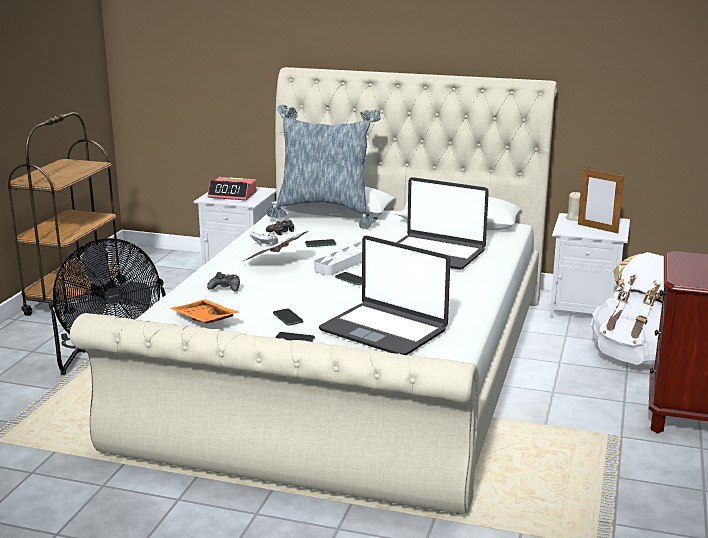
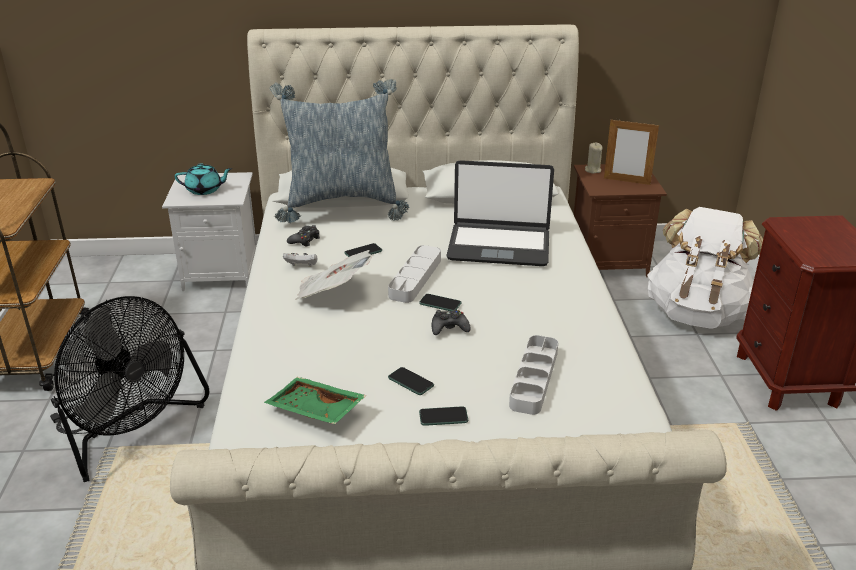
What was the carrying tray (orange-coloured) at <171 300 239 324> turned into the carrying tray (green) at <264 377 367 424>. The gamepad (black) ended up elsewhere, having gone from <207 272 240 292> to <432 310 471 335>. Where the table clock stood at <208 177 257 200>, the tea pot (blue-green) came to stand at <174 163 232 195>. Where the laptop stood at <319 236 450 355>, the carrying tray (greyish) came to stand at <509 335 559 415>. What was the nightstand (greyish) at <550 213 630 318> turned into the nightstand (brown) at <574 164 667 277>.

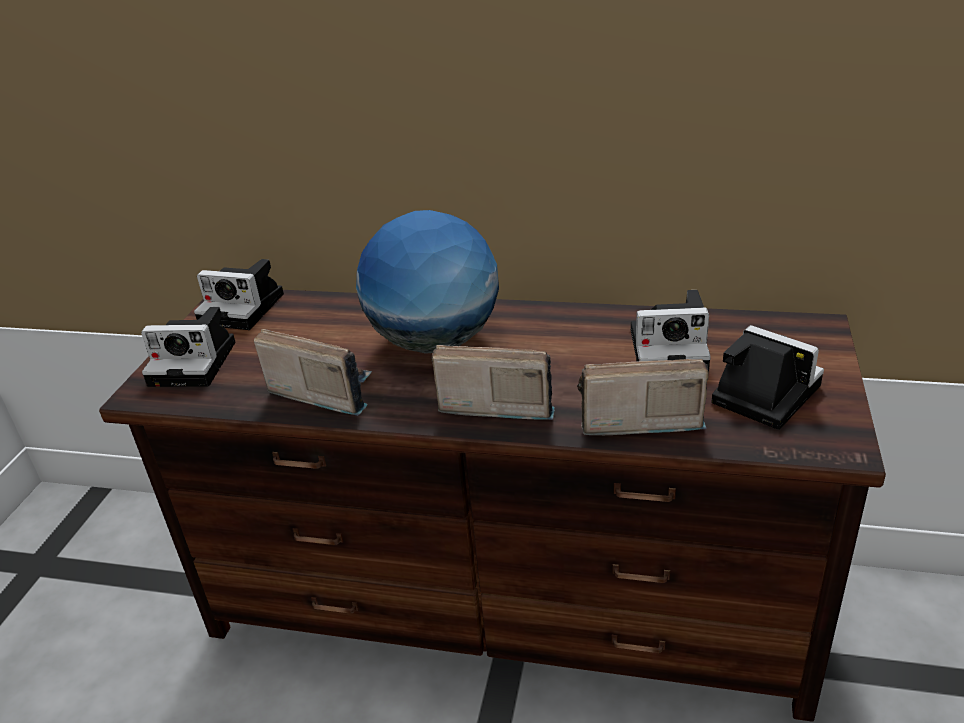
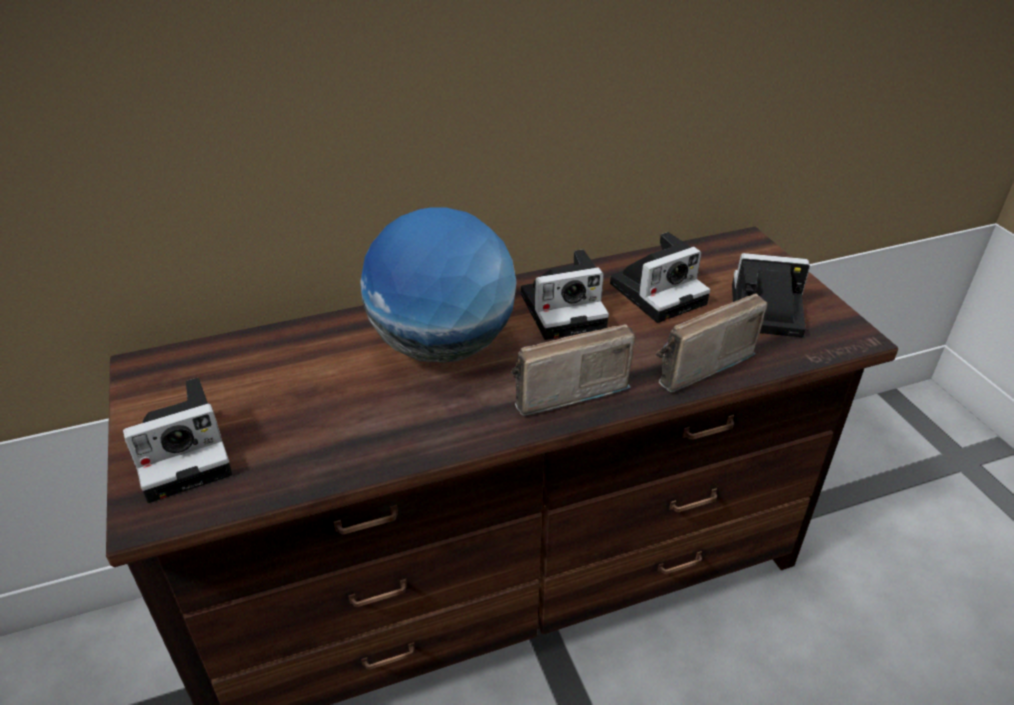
The still camera ended up elsewhere, having gone from <194 259 284 330> to <521 250 609 340>. The second view lost the radio set at <254 329 372 416>.

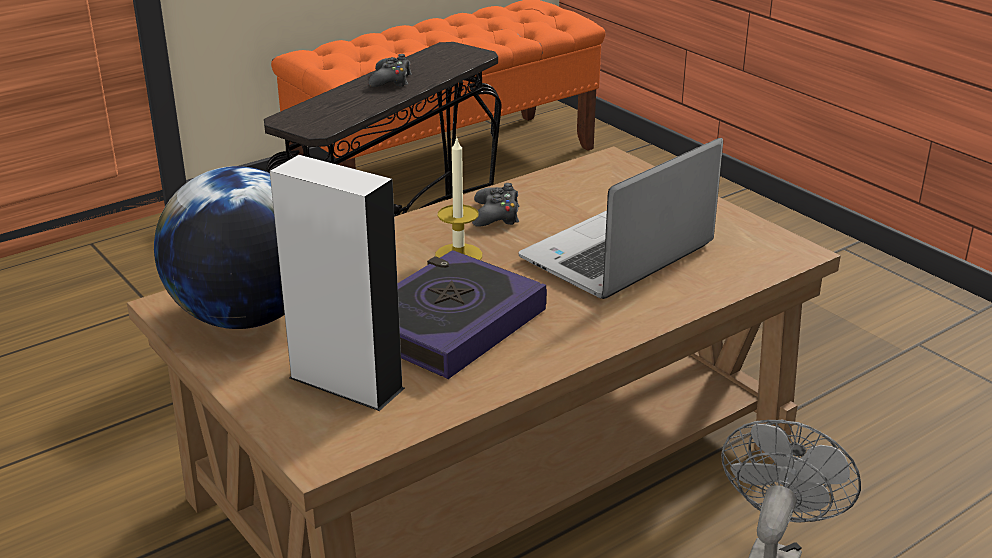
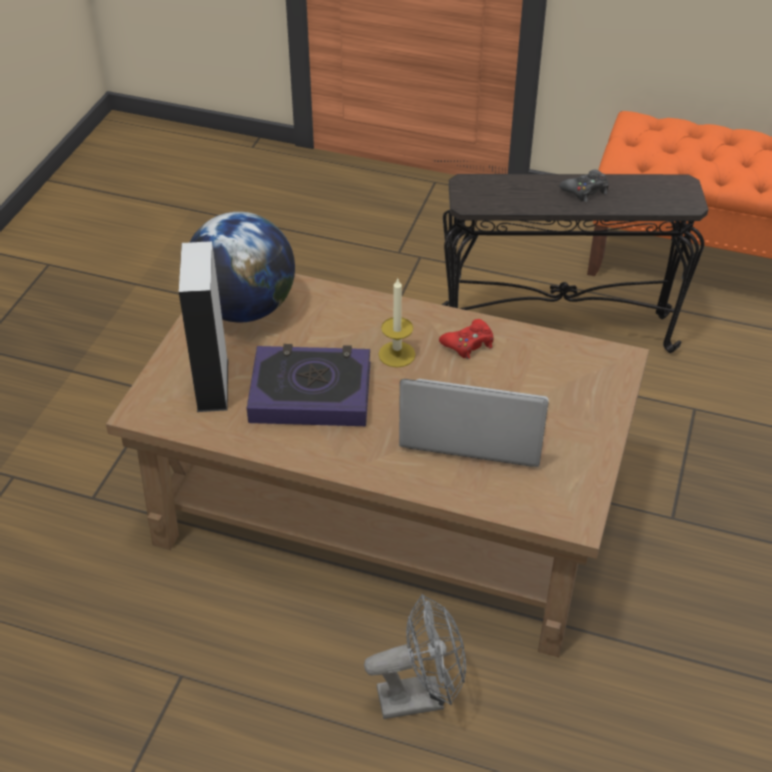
What was the gamepad (black) at <472 183 519 227> turned into the gamepad (red-coloured) at <439 319 494 359>.

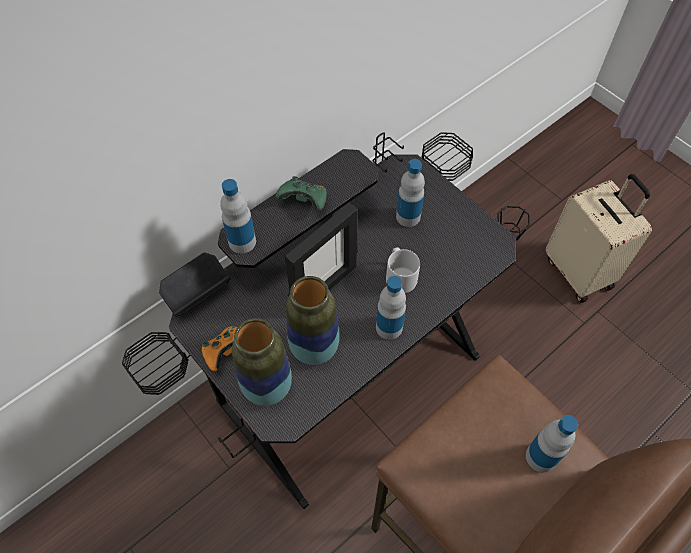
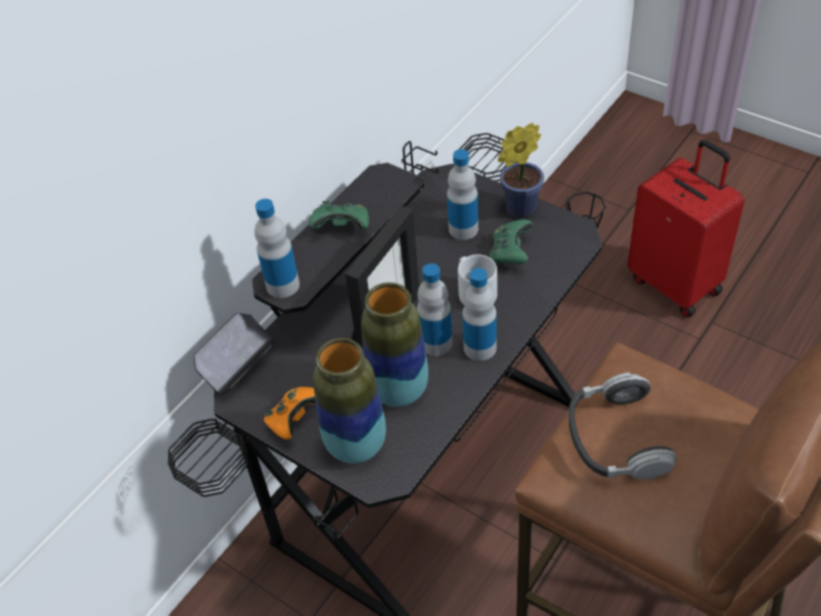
The bottle ended up elsewhere, having gone from <526 415 578 473> to <417 263 453 356>. What was the piece of luggage (beige) at <546 174 652 303> turned into the piece of luggage (red-coloured) at <627 139 745 318>. The second view gained the gamepad (green) at <490 220 533 264>. The second view gained the houseplant at <498 123 544 218>. The second view gained the headphones at <569 372 677 479>.

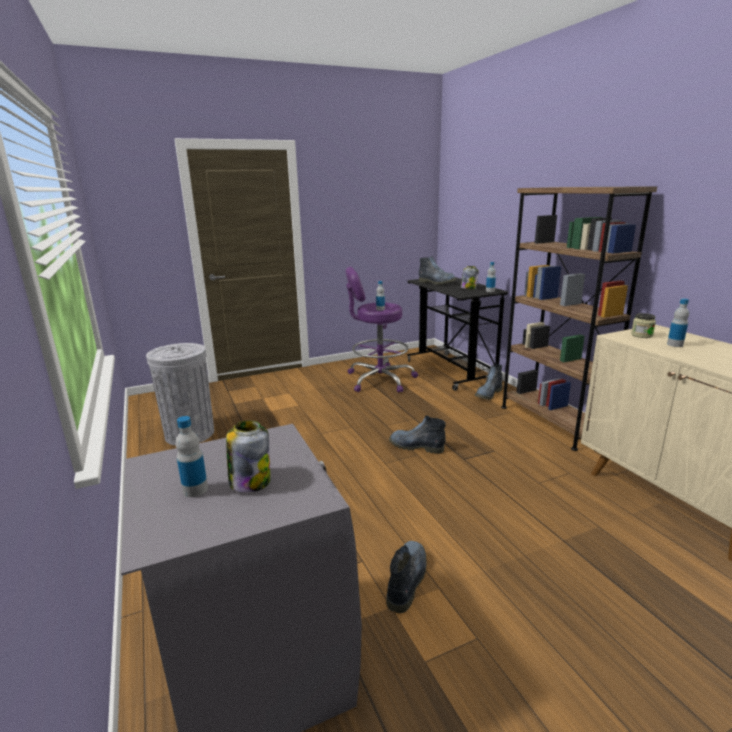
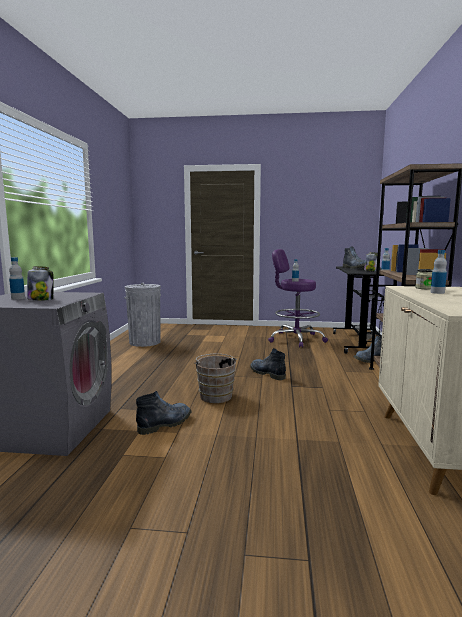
The second view gained the bucket (brown) at <194 354 237 403>.

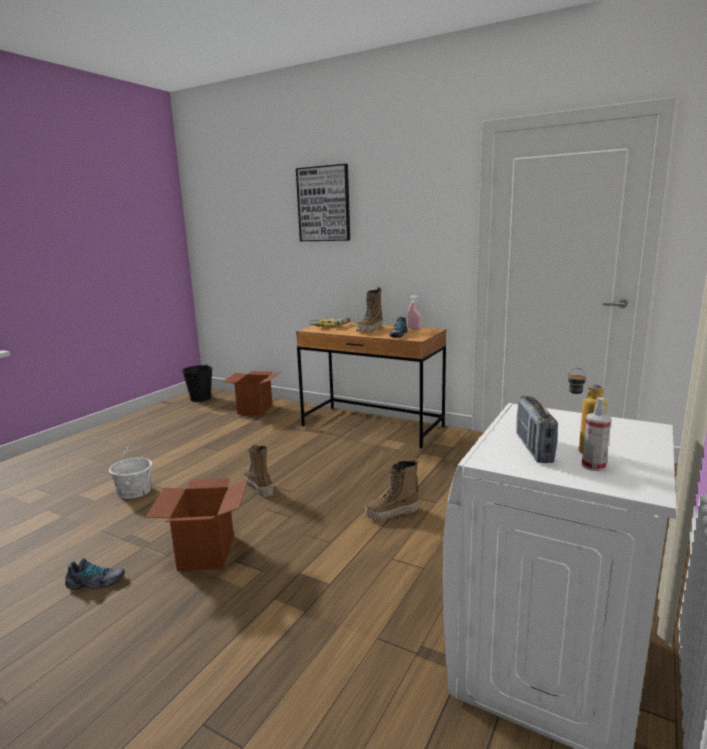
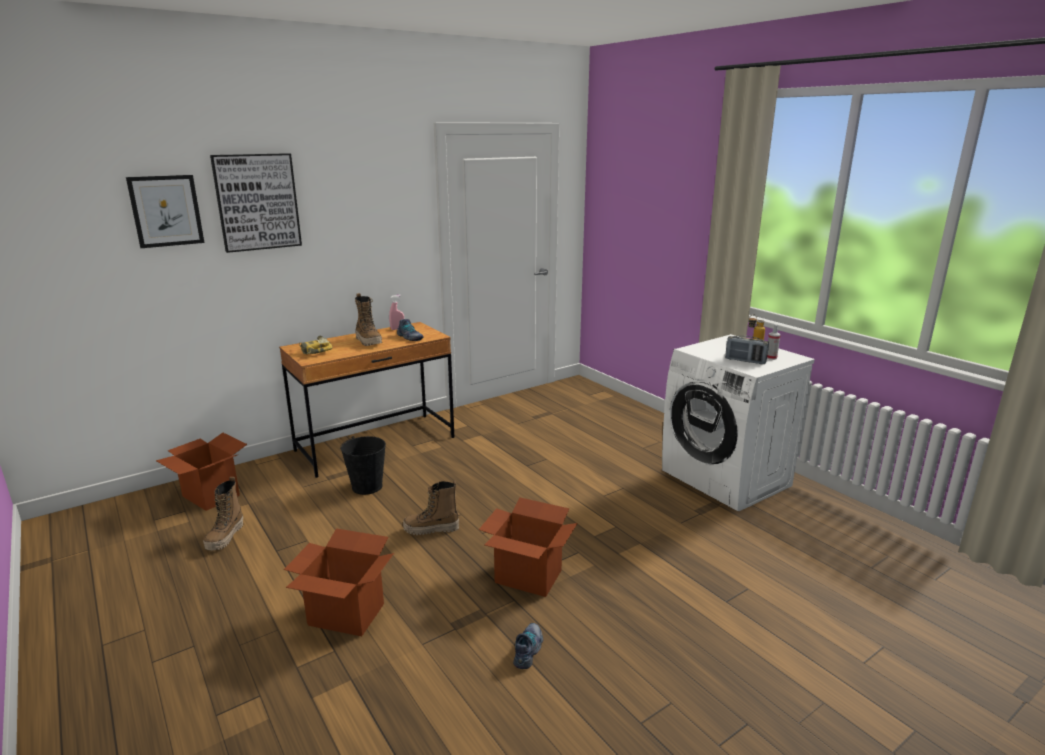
Where the bucket (whitish) stood at <109 446 152 499>, the packing box came to stand at <284 528 394 636>. The bucket (black) ended up elsewhere, having gone from <182 364 212 402> to <340 436 386 495>. The boot ended up elsewhere, having gone from <364 458 418 520> to <203 477 243 551>. The second view gained the picture at <126 175 204 248>.

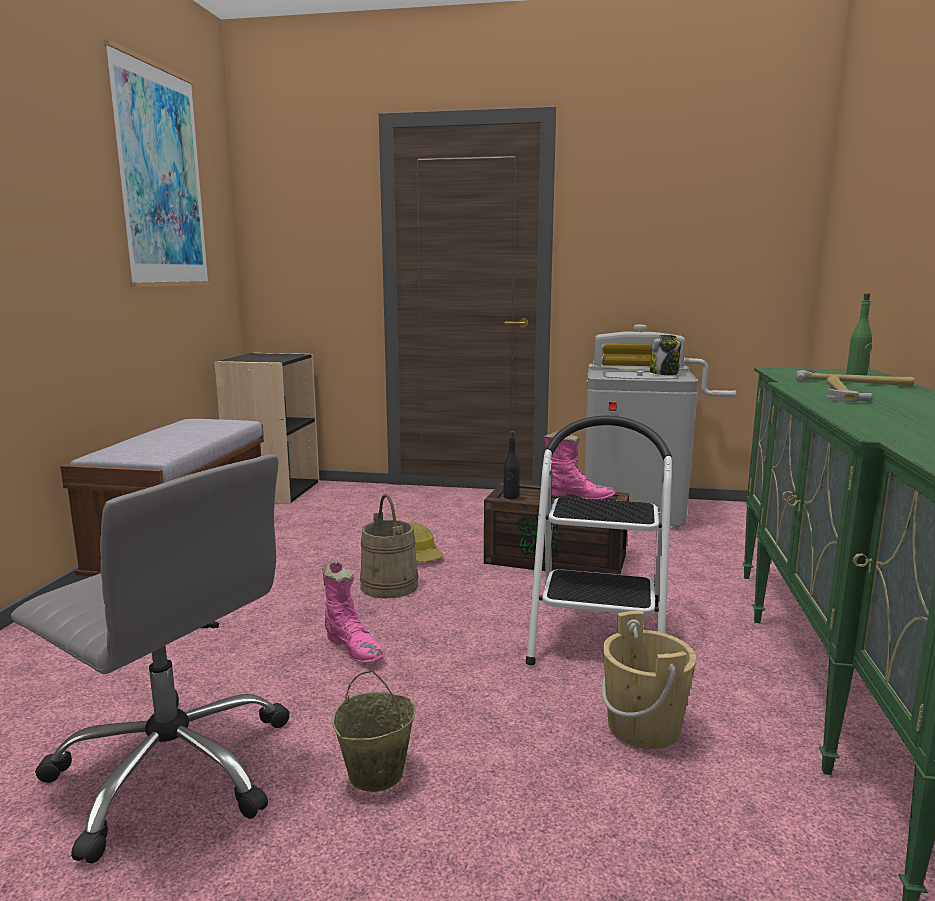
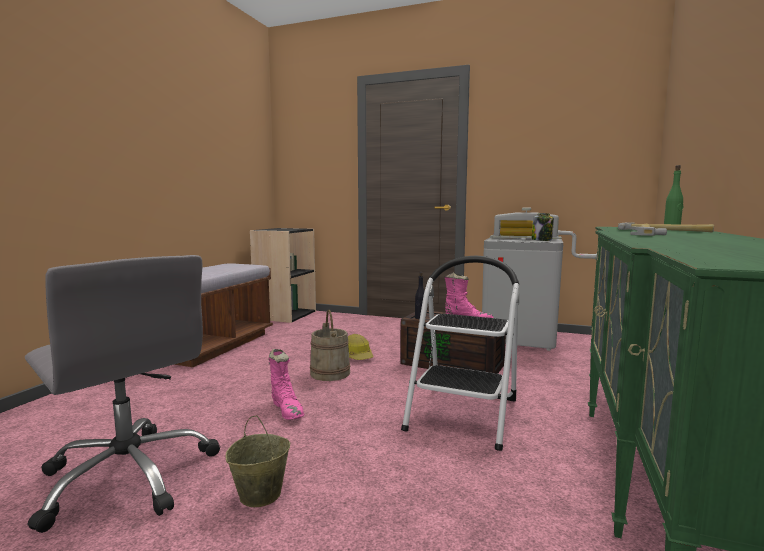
The second view lost the picture at <103 39 210 287>. The second view lost the bucket (beige) at <601 611 697 749>.

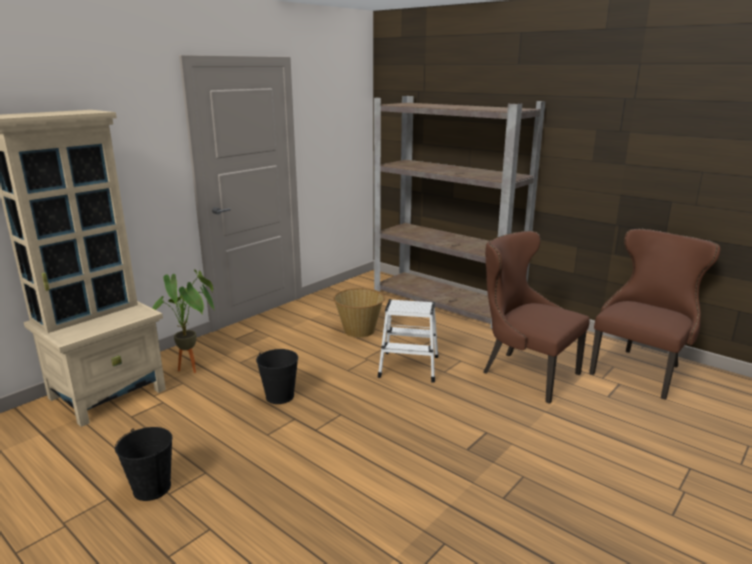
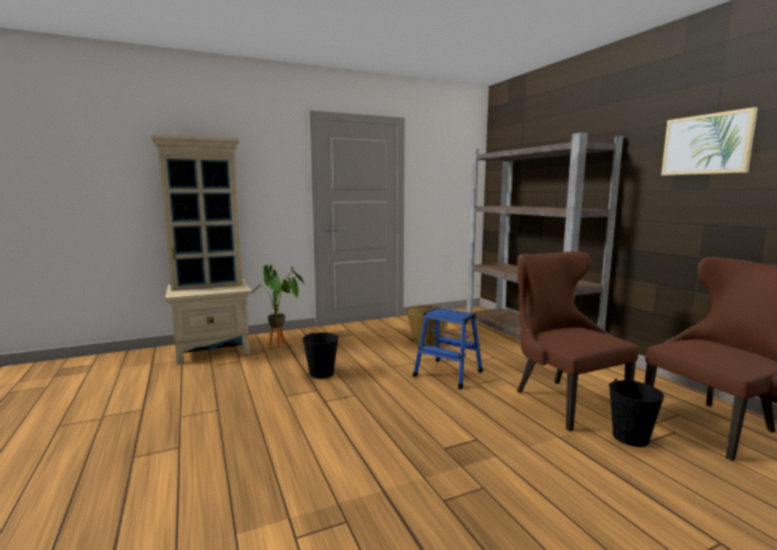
The bucket (black) ended up elsewhere, having gone from <115 427 172 501> to <609 378 664 447>. What was the step stool (whitish) at <378 299 438 383> turned into the step stool (blue-coloured) at <413 307 483 390>. The second view gained the picture at <661 107 758 176>.

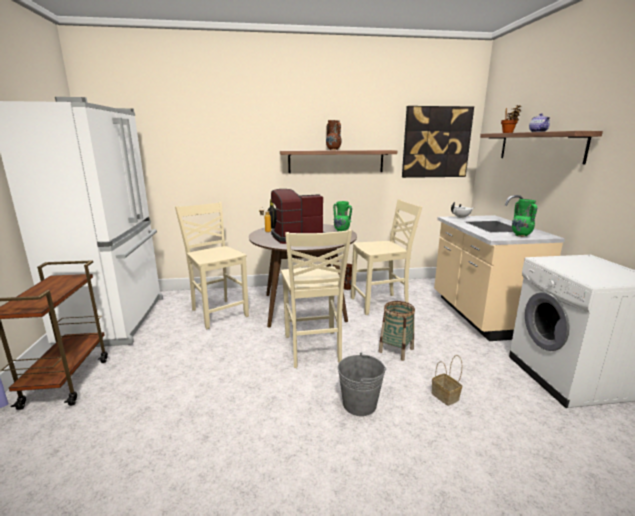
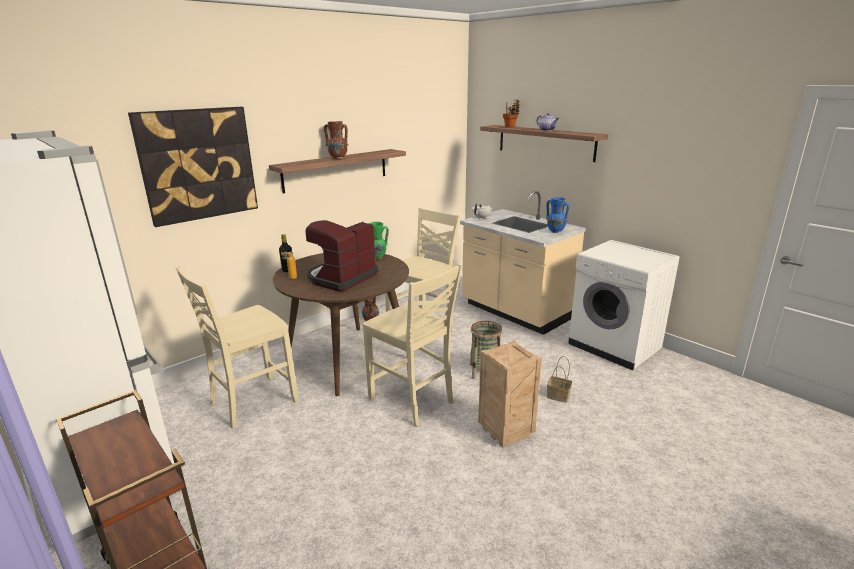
The plain chair (beige) at <175 202 249 329> ended up facing another way, 60 degrees counterclockwise from before. Where the bucket (greyish) stood at <338 353 386 416>, the crate came to stand at <478 341 542 448>. The picture ended up elsewhere, having gone from <402 106 474 178> to <128 107 258 227>. What was the flower vase (green) at <512 199 537 237> turned into the flower vase (blue-coloured) at <546 197 570 233>.

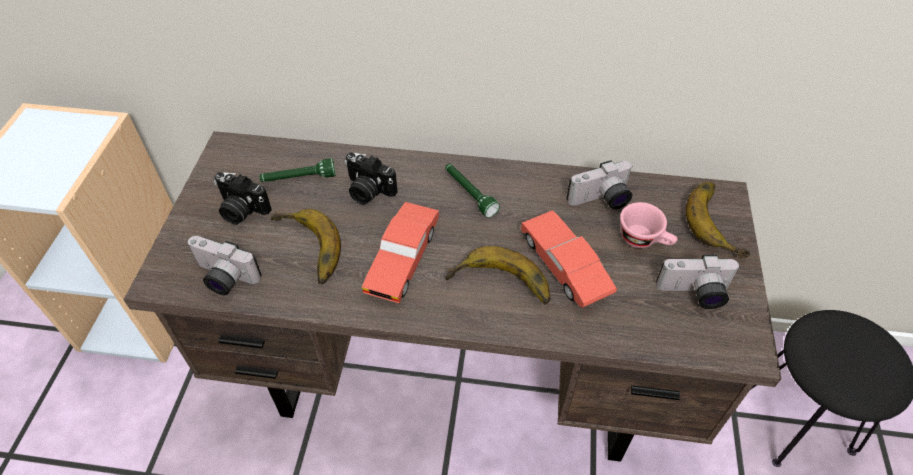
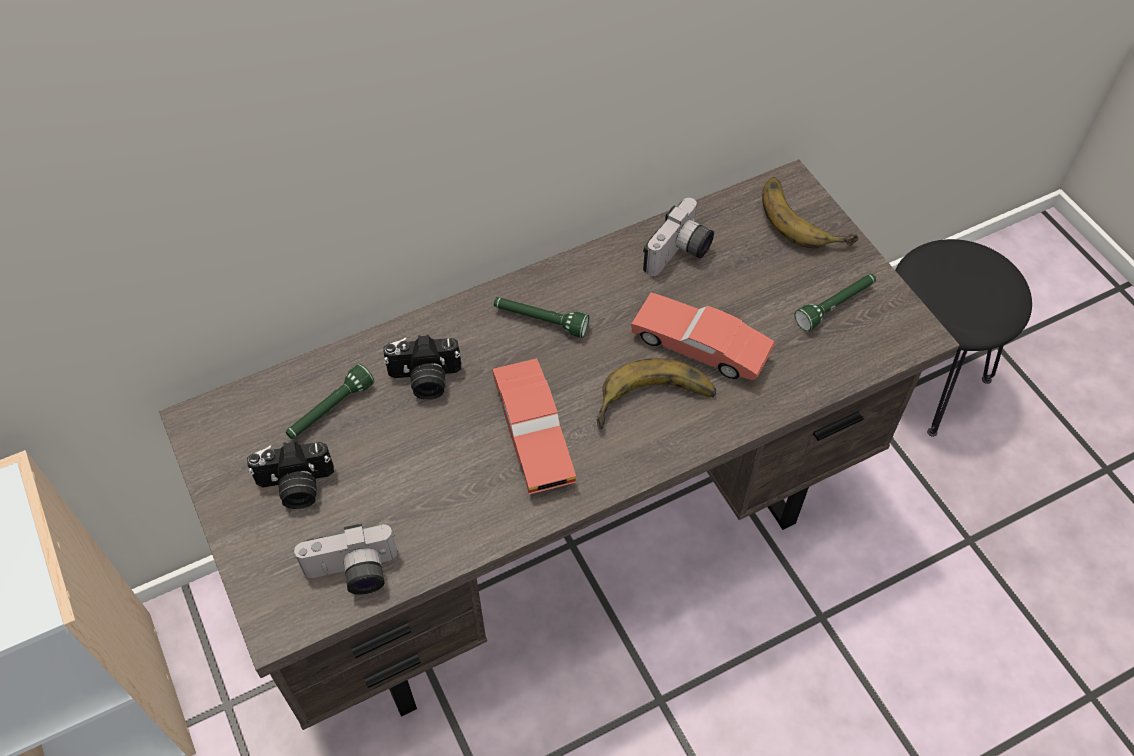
The second view lost the banana at <271 209 341 284>. The second view lost the drinking cup (pink-coloured) at <620 202 678 248>. Where the still camera stood at <656 254 739 309>, the hand torch (green) came to stand at <794 274 876 331>.

